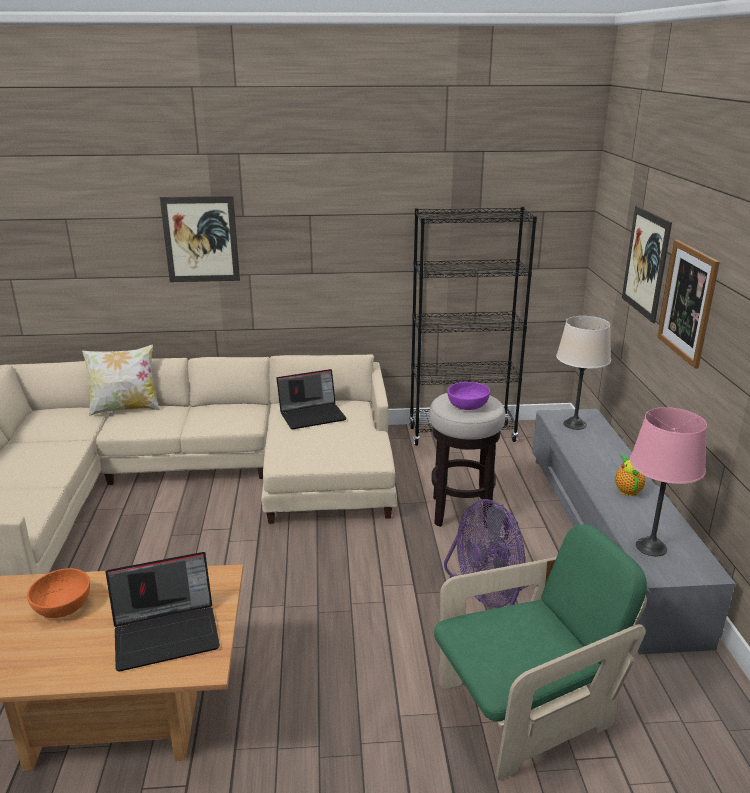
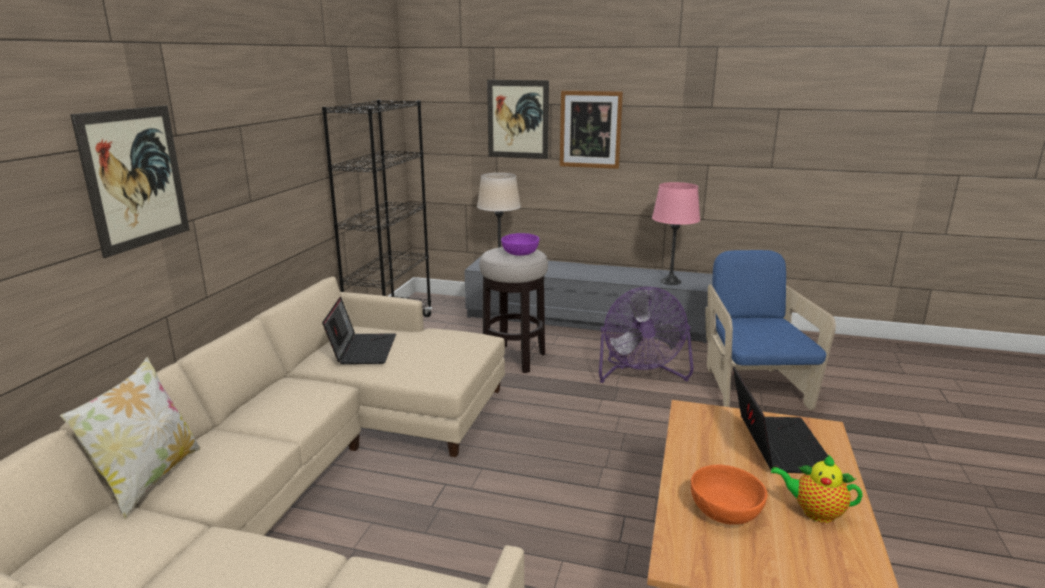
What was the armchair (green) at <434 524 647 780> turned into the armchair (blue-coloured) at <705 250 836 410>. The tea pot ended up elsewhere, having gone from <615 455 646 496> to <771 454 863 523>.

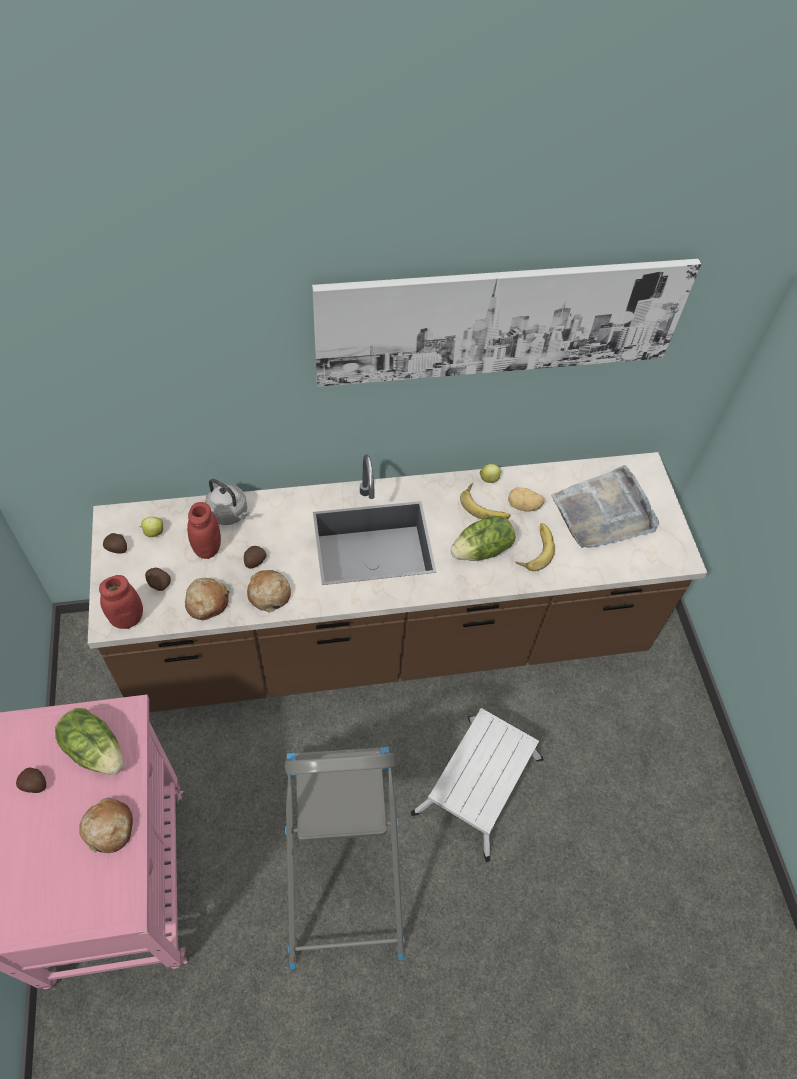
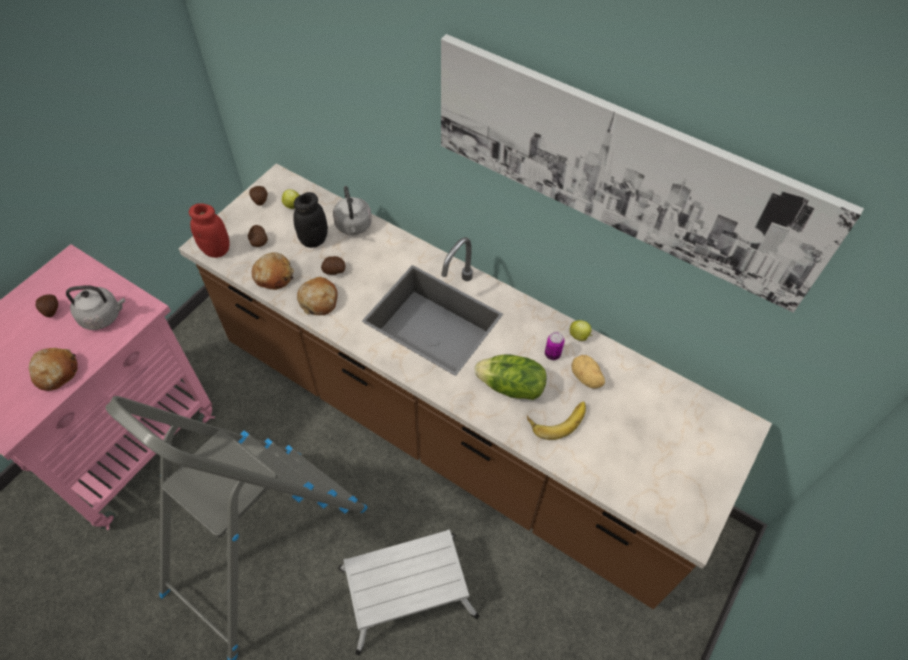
Where the lettuce stood at <55 708 124 775>, the water kettle (greyish) came to stand at <66 285 125 330>. What was the storage jar (red-coloured) at <187 502 221 559> turned into the storage jar (black) at <293 192 328 248>. Where the banana stood at <460 483 510 520>, the sealed can came to stand at <545 332 565 360>. The second view lost the carrying tray (greyish) at <551 465 659 548>.

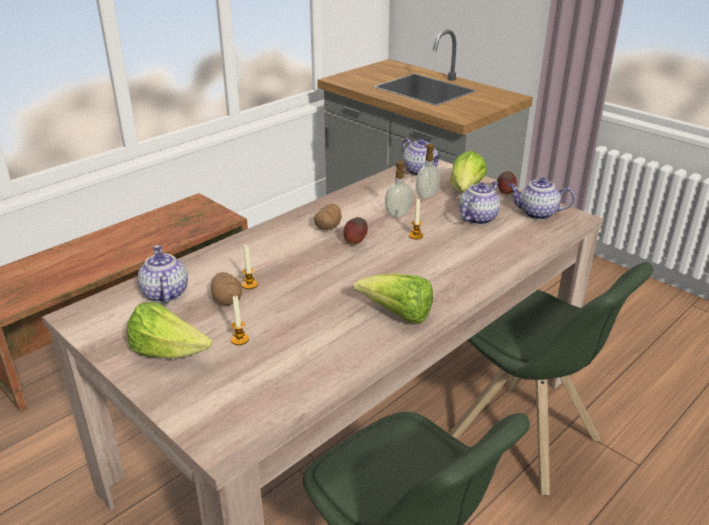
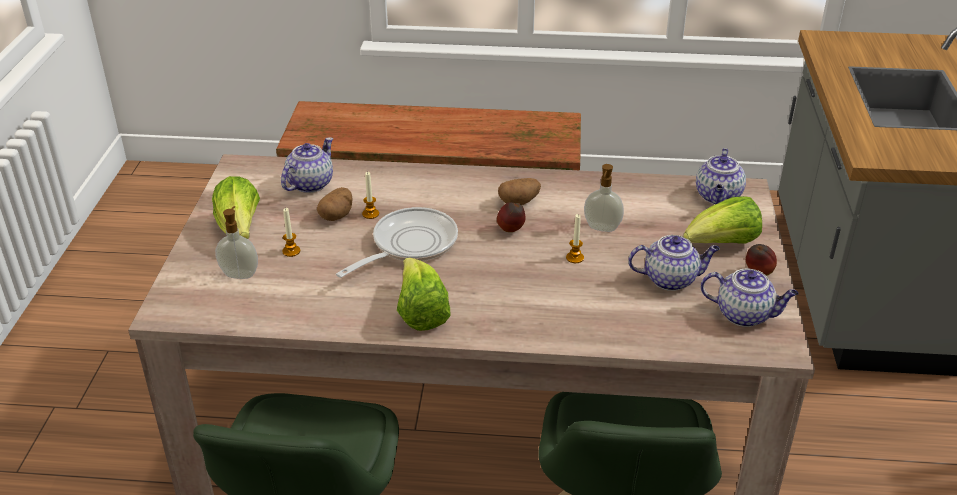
The soap dispenser ended up elsewhere, having gone from <416 144 440 199> to <215 206 258 279>. The tea pot at <508 178 575 220> ended up facing another way, 135 degrees clockwise from before. The second view gained the skillet at <336 207 458 278>.

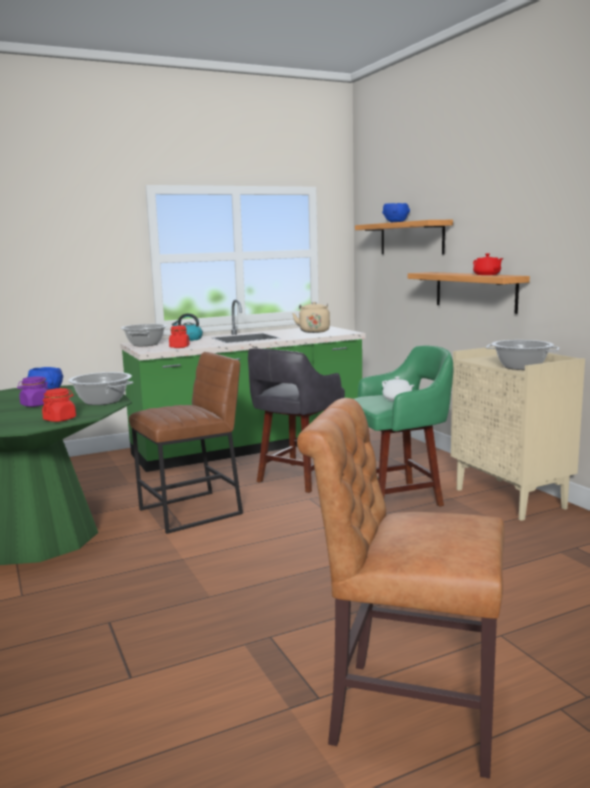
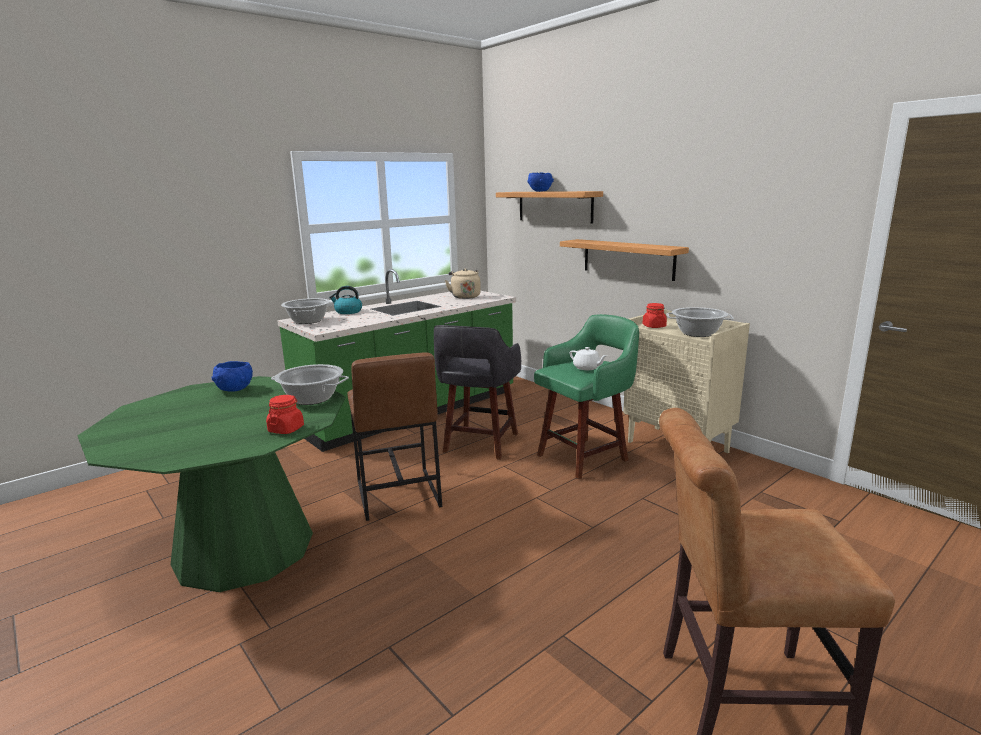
The second view lost the storage jar (purplish) at <17 376 49 407>. The plain chair (brown) at <129 352 243 534> ended up facing another way, 120 degrees clockwise from before. The storage jar (red-coloured) ended up elsewhere, having gone from <169 326 190 348> to <643 303 667 328>. The second view lost the tea pot (red-coloured) at <473 253 503 275>.

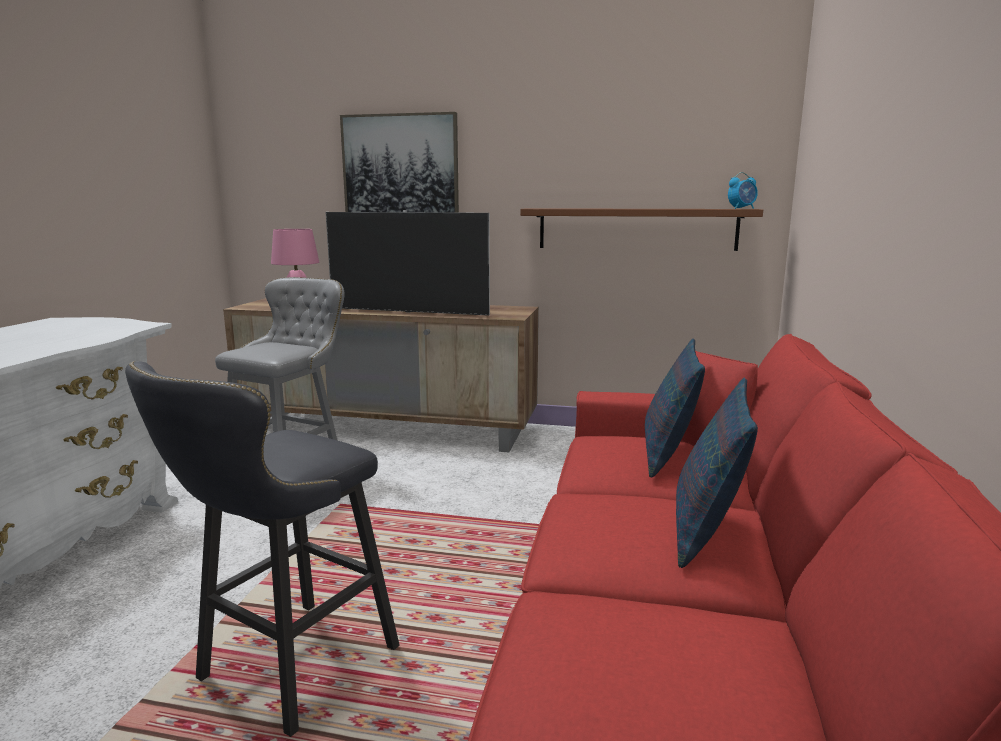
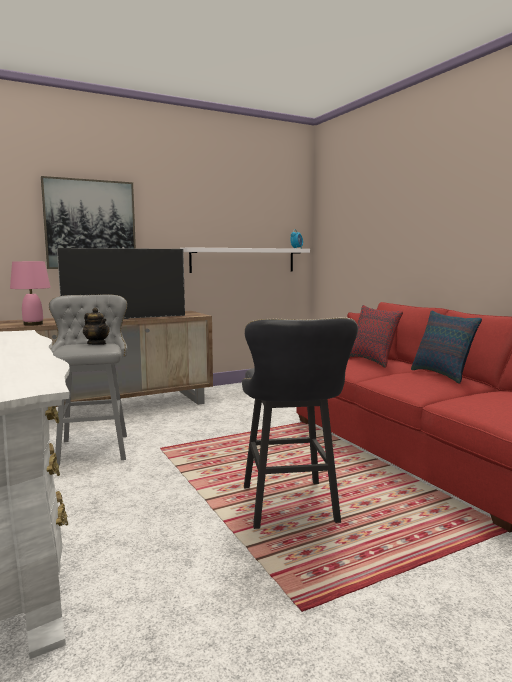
What was the bracket shelf (brown) at <520 208 763 251> turned into the bracket shelf (whitish) at <180 247 310 273>. What was the pillow (blue-coloured) at <645 338 705 478> turned into the pillow (red-coloured) at <349 305 403 368>. The second view gained the tea pot at <83 308 110 345>.

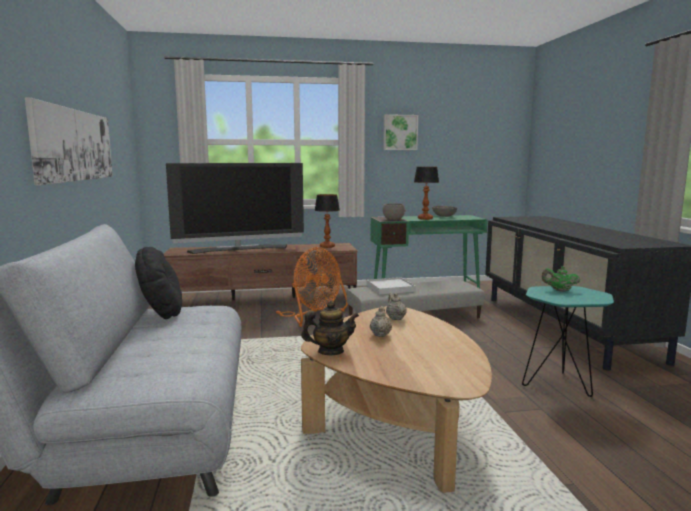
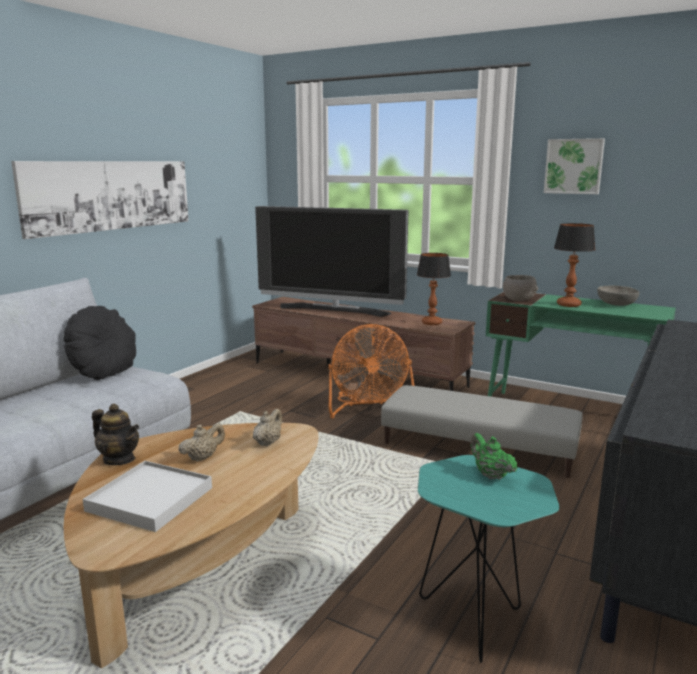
The carrying tray (whitish) ended up elsewhere, having gone from <367 277 416 294> to <83 461 212 532>.

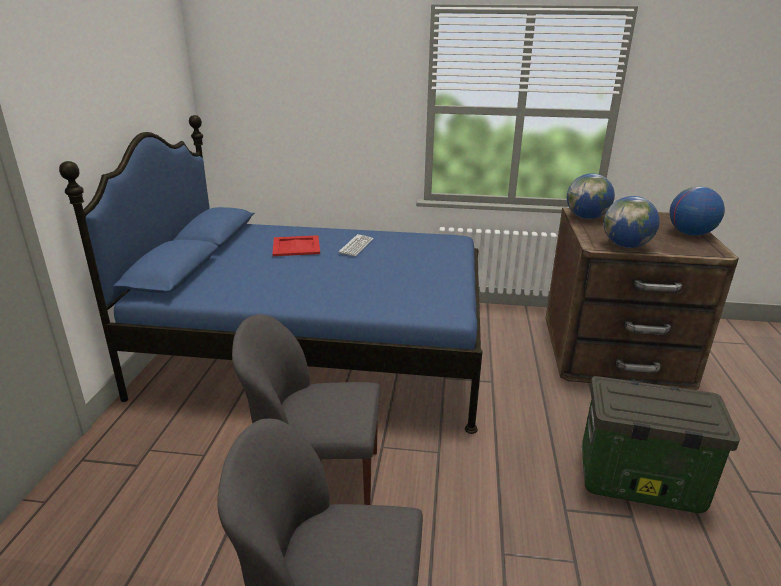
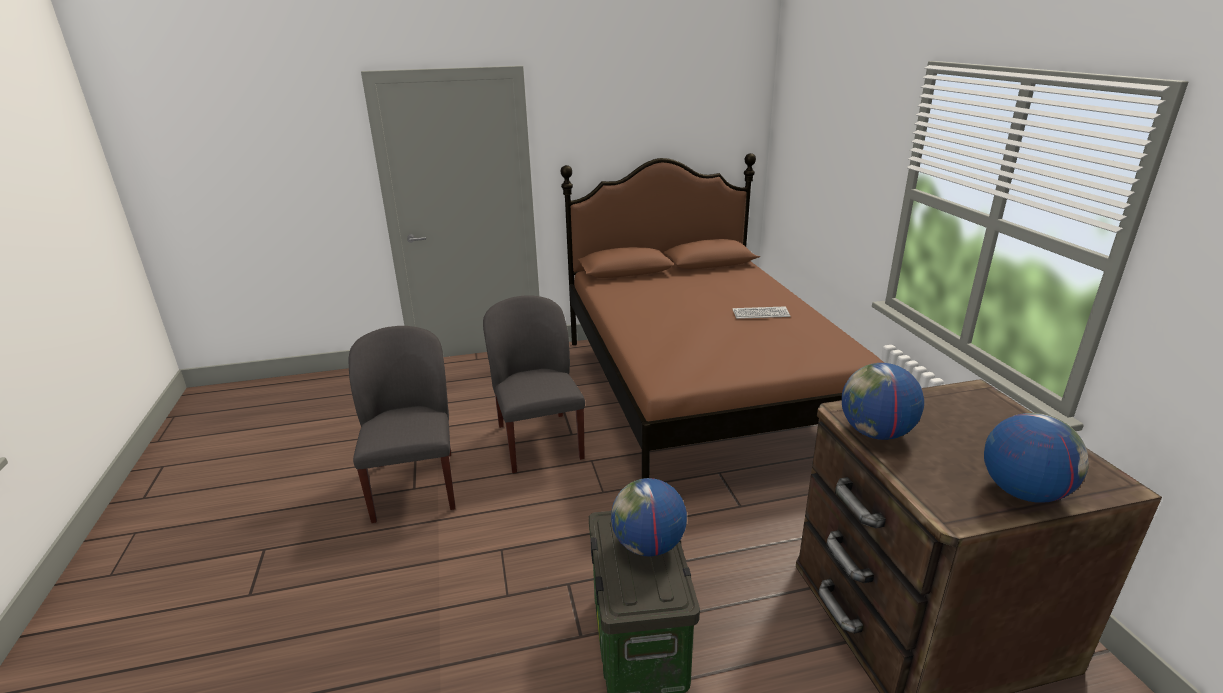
What was the bed (blue-coloured) at <59 115 483 434> turned into the bed (brown) at <561 153 884 479>. The second view lost the carrying tray (red-coloured) at <273 235 320 256>. The desk globe ended up elsewhere, having gone from <567 173 615 219> to <611 478 687 557>.

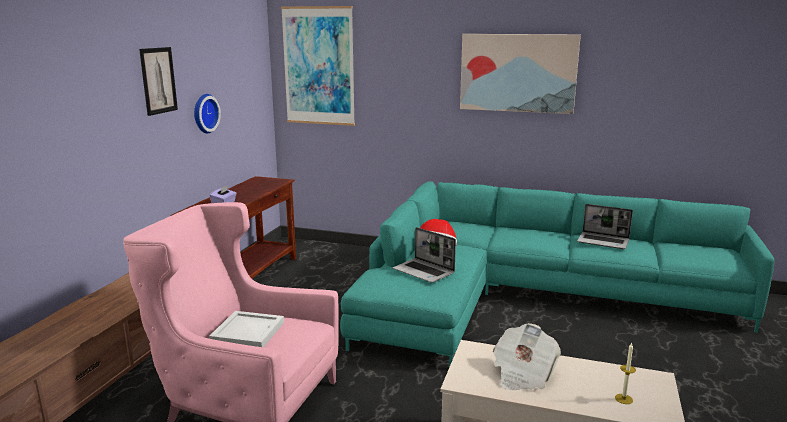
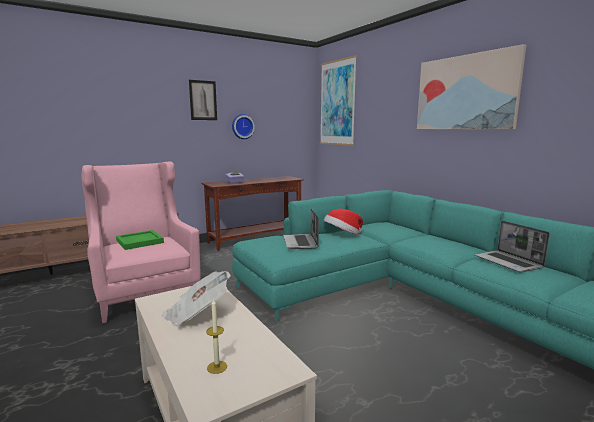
What was the carrying tray (whitish) at <209 311 284 347> turned into the carrying tray (green) at <116 230 164 250>.

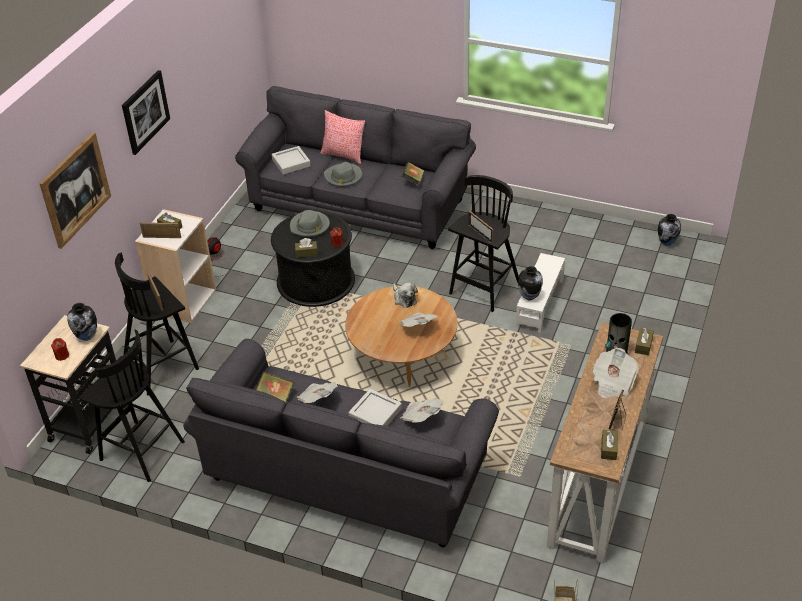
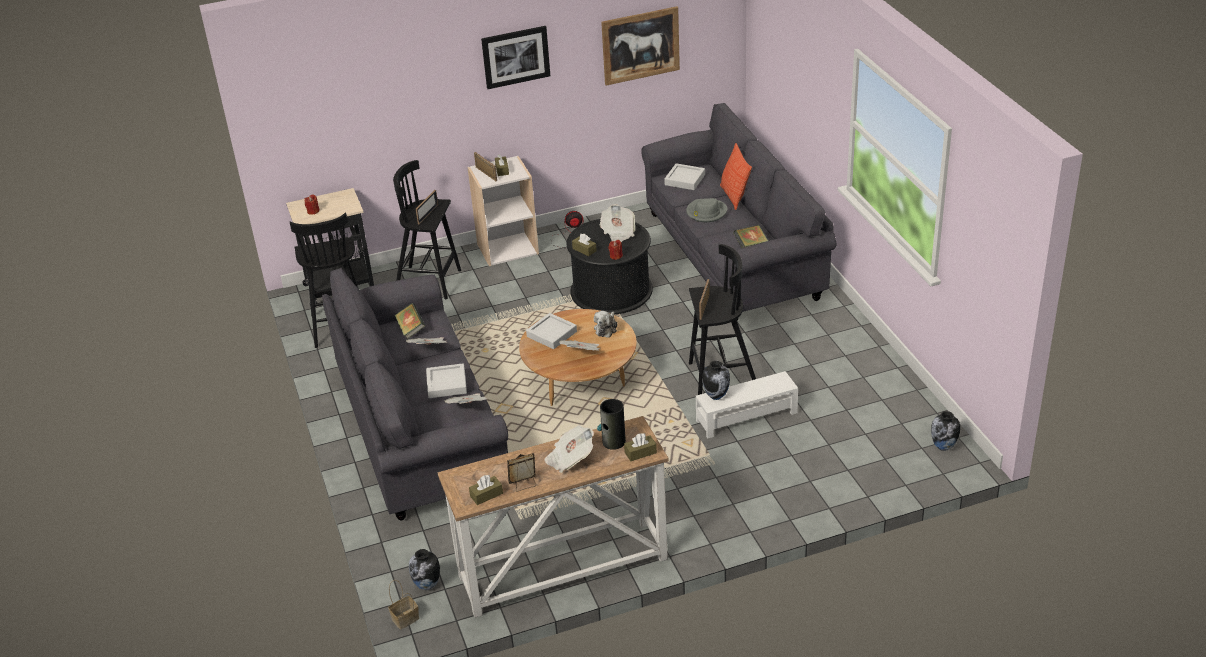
The picture ended up elsewhere, having gone from <39 132 111 249> to <601 6 680 86>. The flower vase ended up elsewhere, having gone from <67 303 97 341> to <409 549 440 590>. Where the wearable hat (greyish) stood at <290 210 330 237>, the printed paper came to stand at <600 204 635 242>. What was the pillow (pink-coloured) at <321 110 365 164> turned into the pillow (orange-coloured) at <720 143 752 210>. The second view gained the carrying tray (greyish) at <526 313 577 349>.

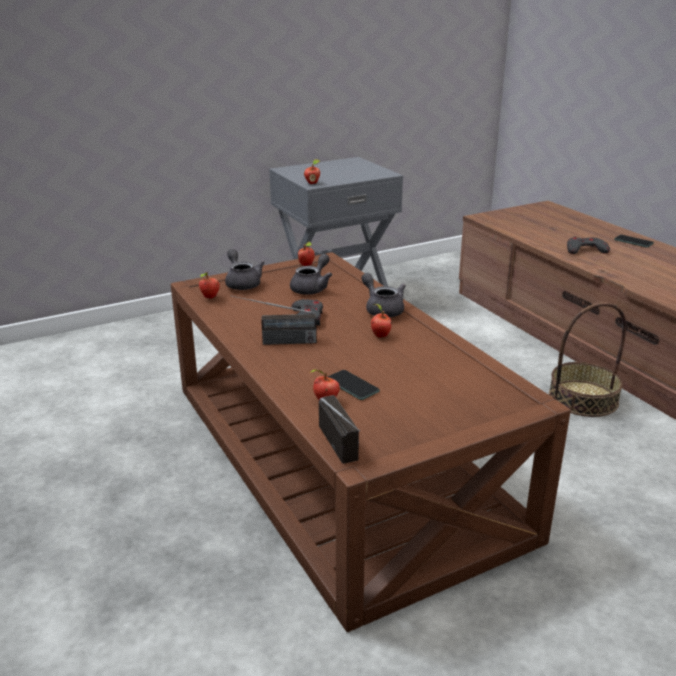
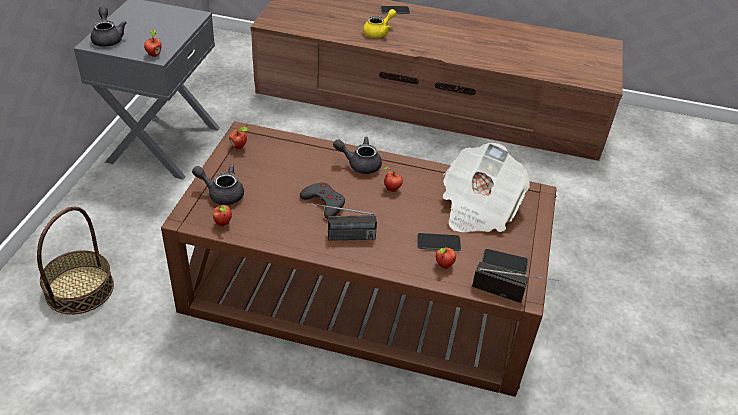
The radio set at <231 296 317 345> ended up facing another way, 45 degrees clockwise from before. The tea pot (greyish) ended up elsewhere, having gone from <290 254 332 295> to <91 7 127 47>. The household basket ended up elsewhere, having gone from <549 302 626 417> to <37 207 114 315>. Where the gamepad (greyish) stood at <567 236 610 254>, the tea pot (yellow) came to stand at <363 9 396 38>. The second view gained the printed paper at <443 142 530 232>. The second view gained the phone at <482 249 528 274>.

